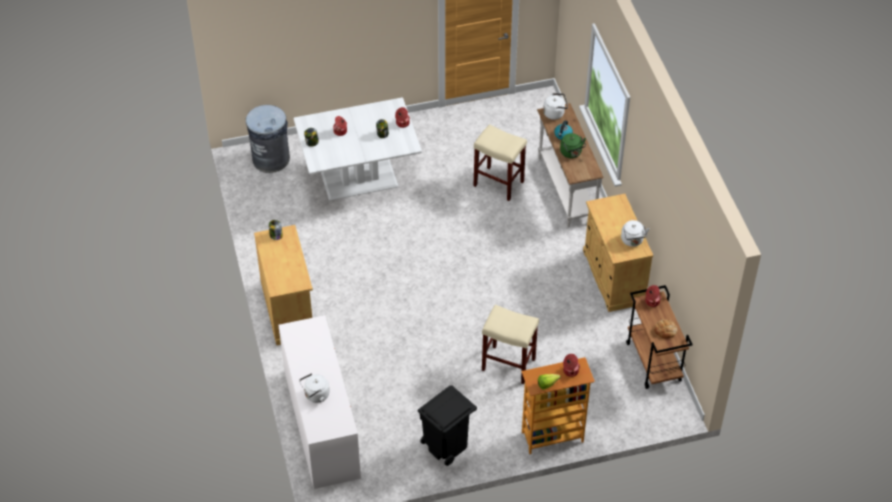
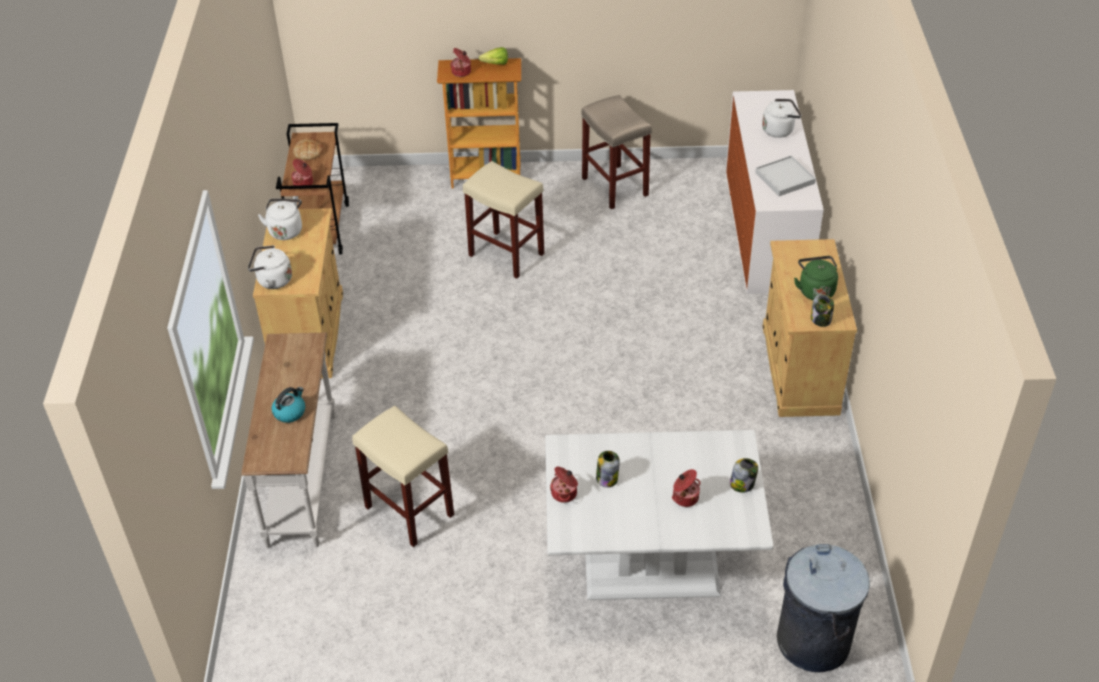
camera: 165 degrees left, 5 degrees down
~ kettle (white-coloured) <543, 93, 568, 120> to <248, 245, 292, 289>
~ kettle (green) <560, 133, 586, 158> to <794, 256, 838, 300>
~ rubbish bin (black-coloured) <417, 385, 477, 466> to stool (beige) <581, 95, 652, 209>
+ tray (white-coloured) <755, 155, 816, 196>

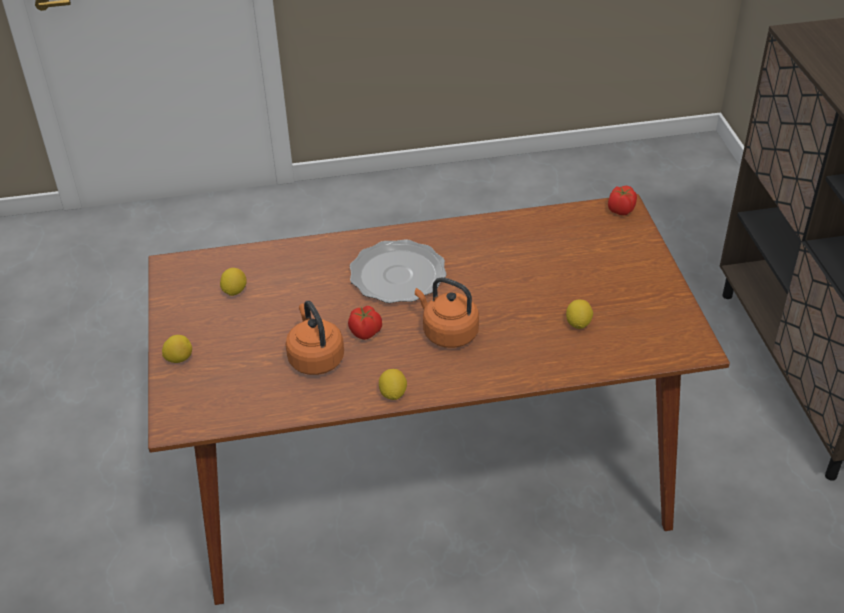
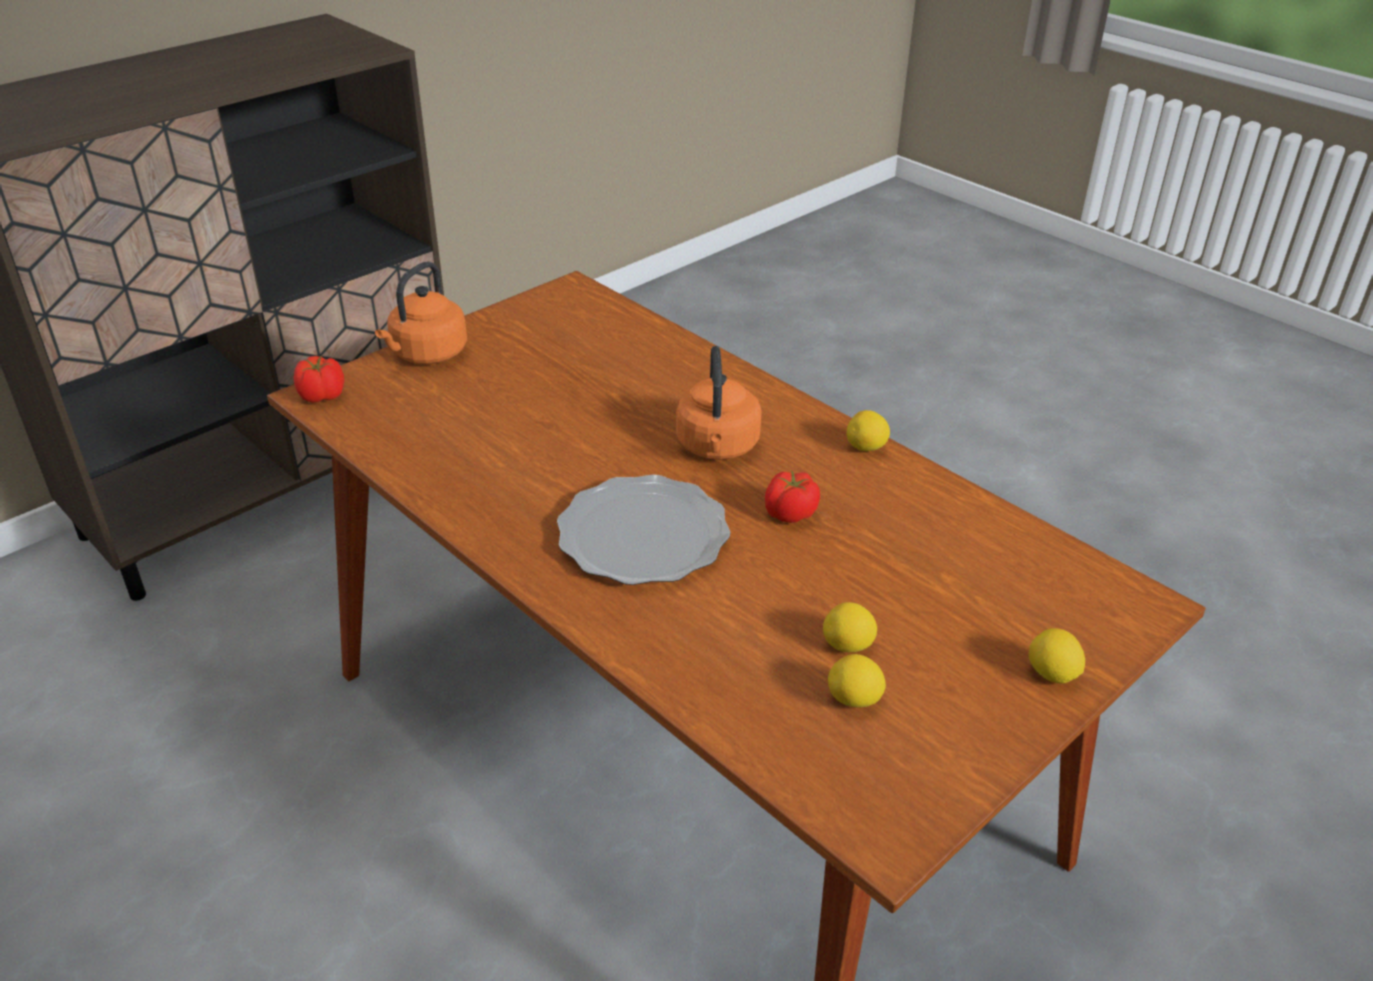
camera: 125 degrees left, 5 degrees down
~ whole lemon <566, 300, 593, 329> to <823, 602, 877, 652>
~ kettle (orangey) <286, 301, 344, 375> to <375, 261, 467, 364>

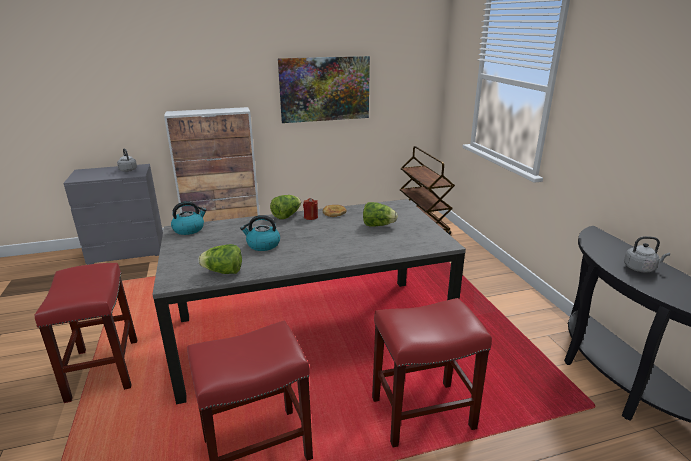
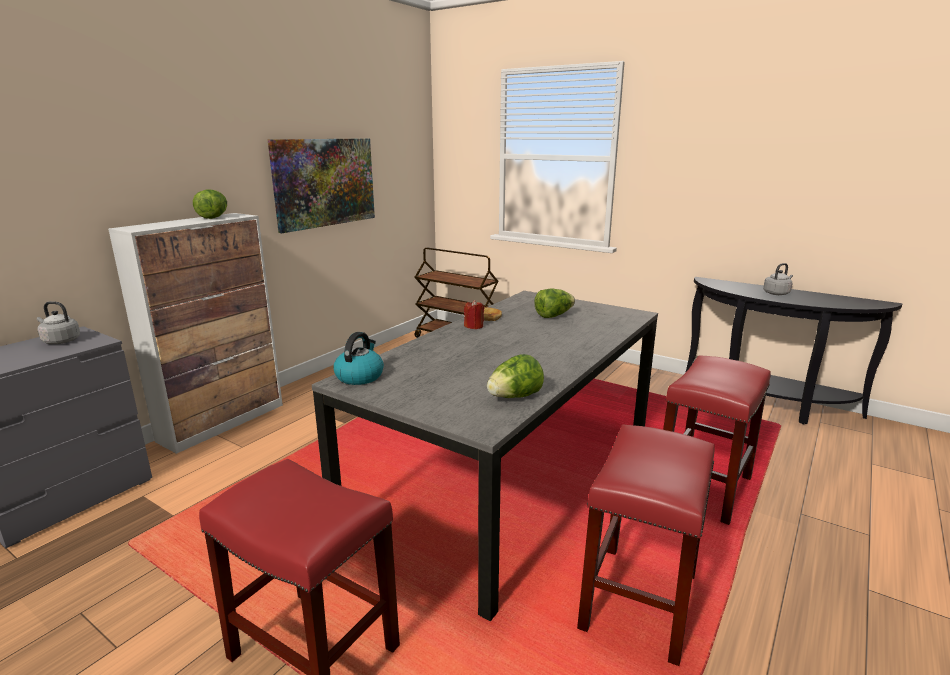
camera: 40 degrees left, 5 degrees down
~ lettuce head <270, 195, 301, 219> to <193, 189, 227, 219>
- kettle <240, 215, 280, 251>

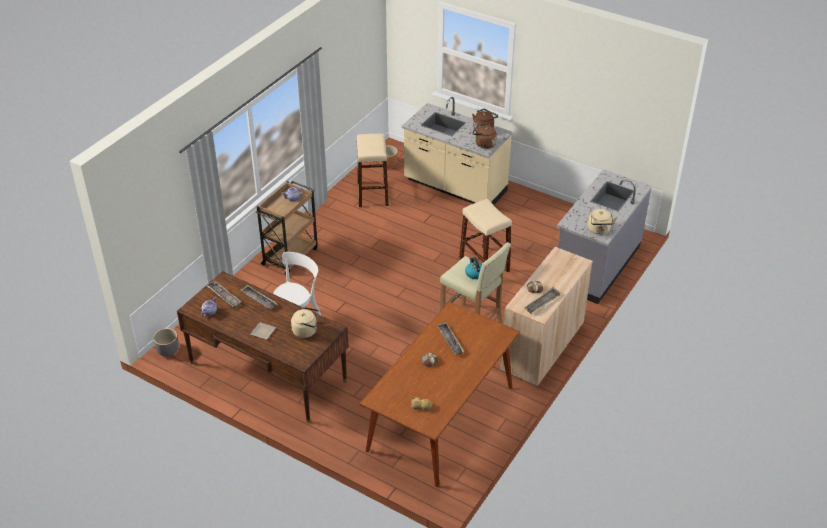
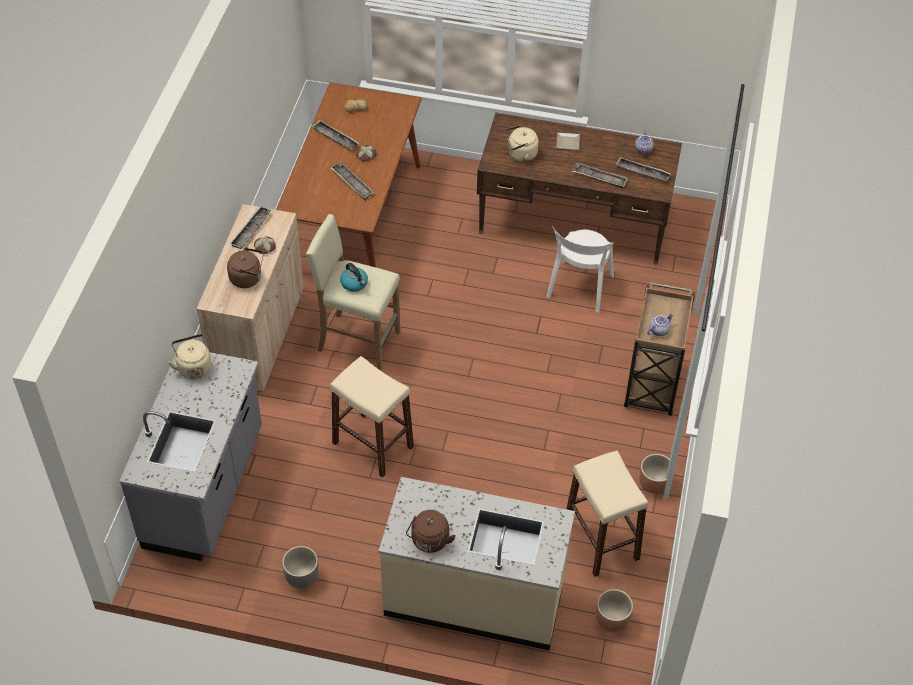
camera: 160 degrees right, 10 degrees up
~ kettle (brown) <472, 123, 497, 149> to <227, 247, 264, 288>
~ plant pot (grey) <153, 328, 179, 357> to <282, 546, 319, 588>
+ tray <312, 120, 359, 150>
+ plant pot (brown) <639, 454, 675, 494>

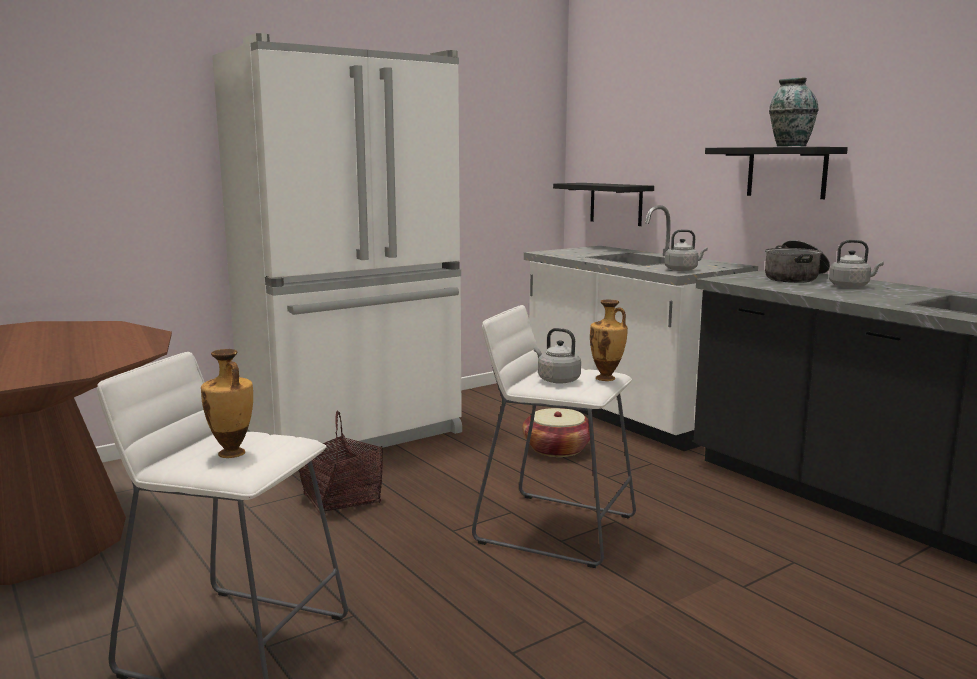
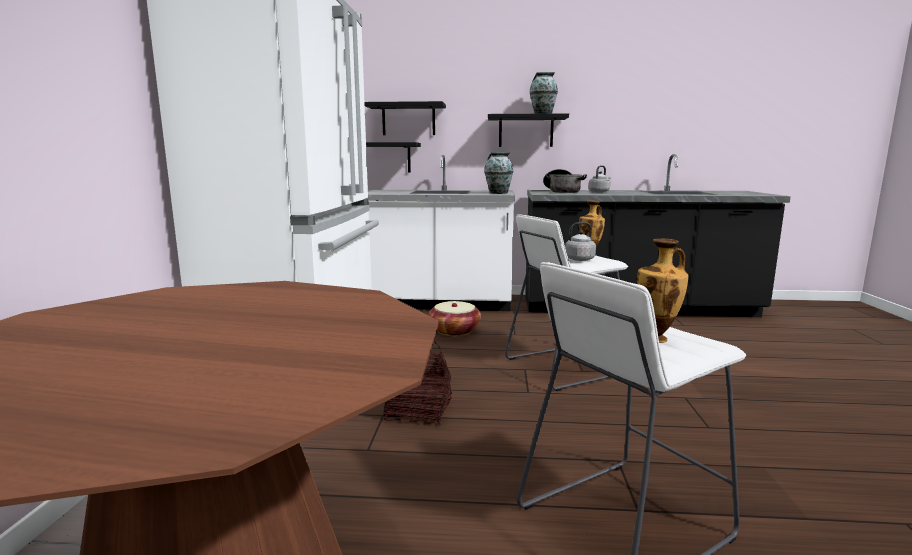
camera: 50 degrees left, 0 degrees up
~ kettle (grey) <665, 229, 708, 271> to decorative vase <484, 152, 513, 194>
+ bracket shelf (black-coloured) <364, 101, 446, 135>

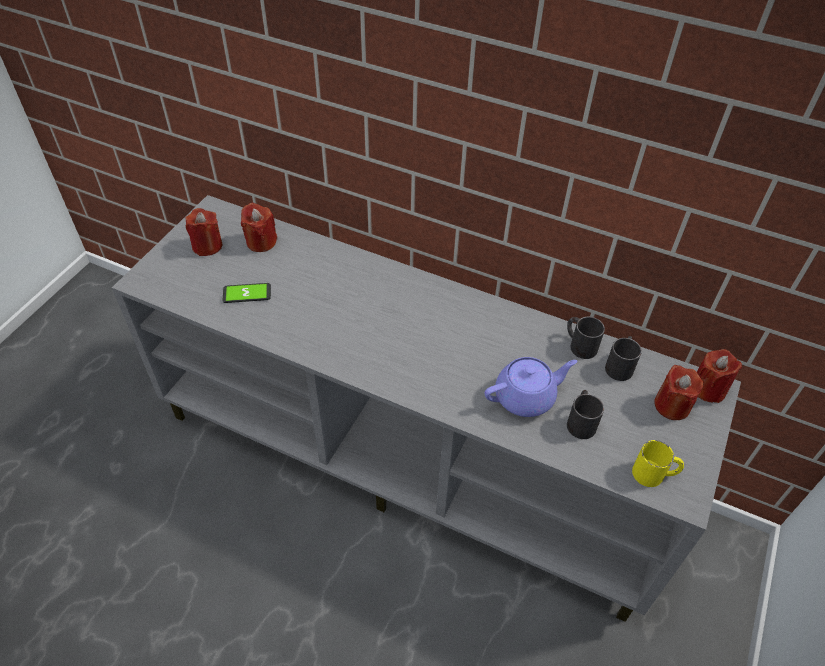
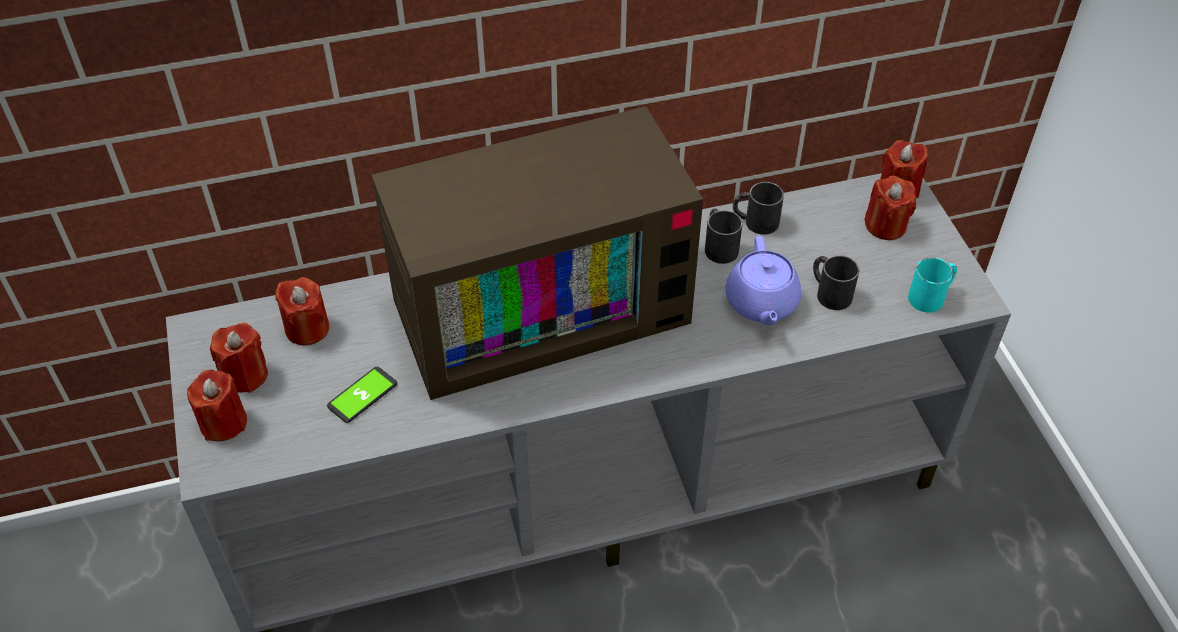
camera: 40 degrees left, 0 degrees up
~ coffee mug (black-coloured) <605, 336, 642, 381> to <705, 209, 743, 264>
~ teapot (purple-coloured) <485, 357, 578, 417> = <726, 236, 801, 325> 150 degrees clockwise
~ coffee mug (yellow) <632, 440, 684, 487> to coffee mug (turquoise) <908, 257, 957, 313>
+ TV set <372, 106, 703, 400>
+ candle (red) <187, 370, 247, 441>

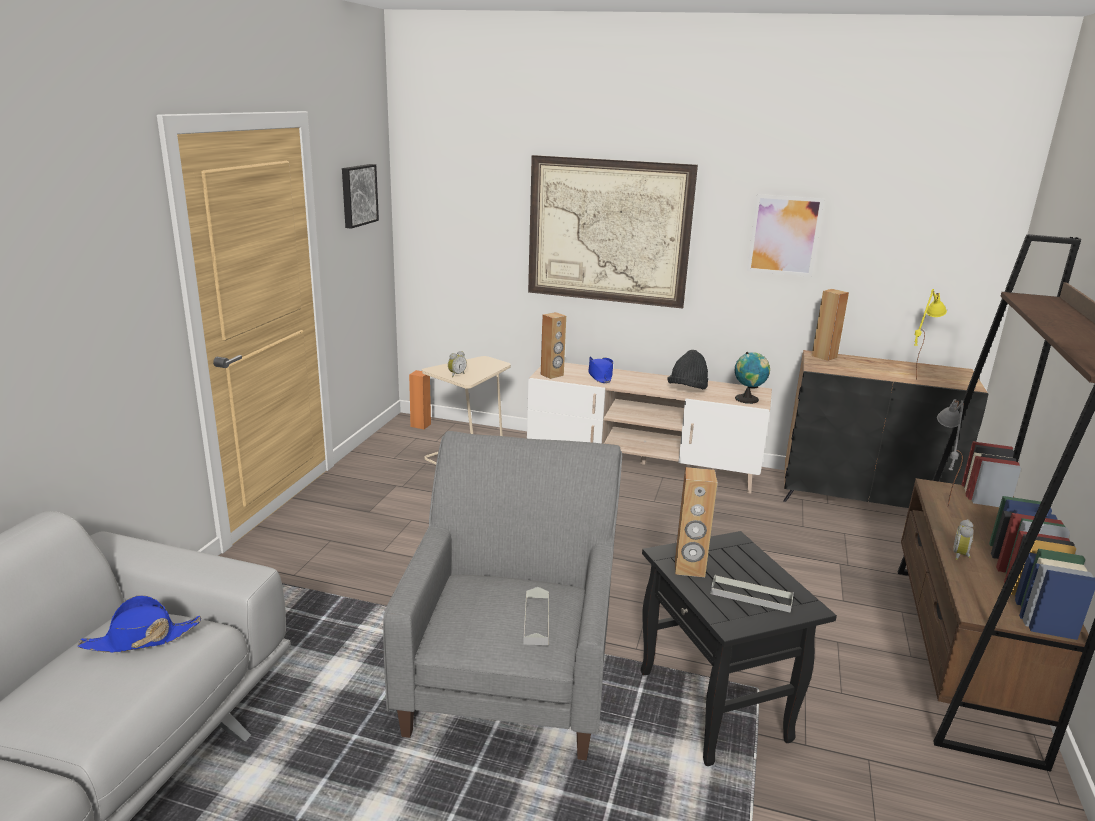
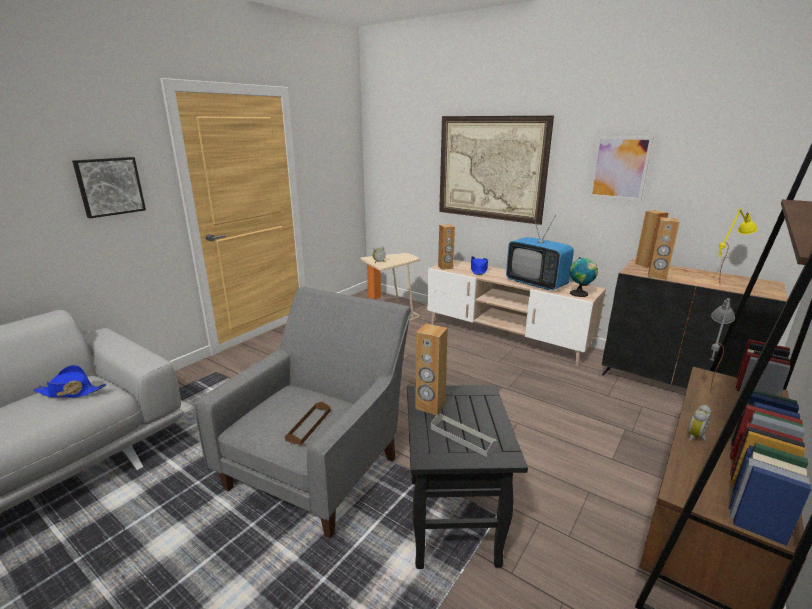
camera: 20 degrees right, 0 degrees up
~ picture <342, 164, 379, 229> to <72, 157, 146, 218>
~ clothing hat (black-coloured) <667, 350, 708, 389> to TV set <506, 214, 574, 290>
~ tray (grey) <523, 587, 549, 645> to tray (brown) <285, 402, 331, 445>
+ loudspeaker (brown) <648, 217, 680, 280>

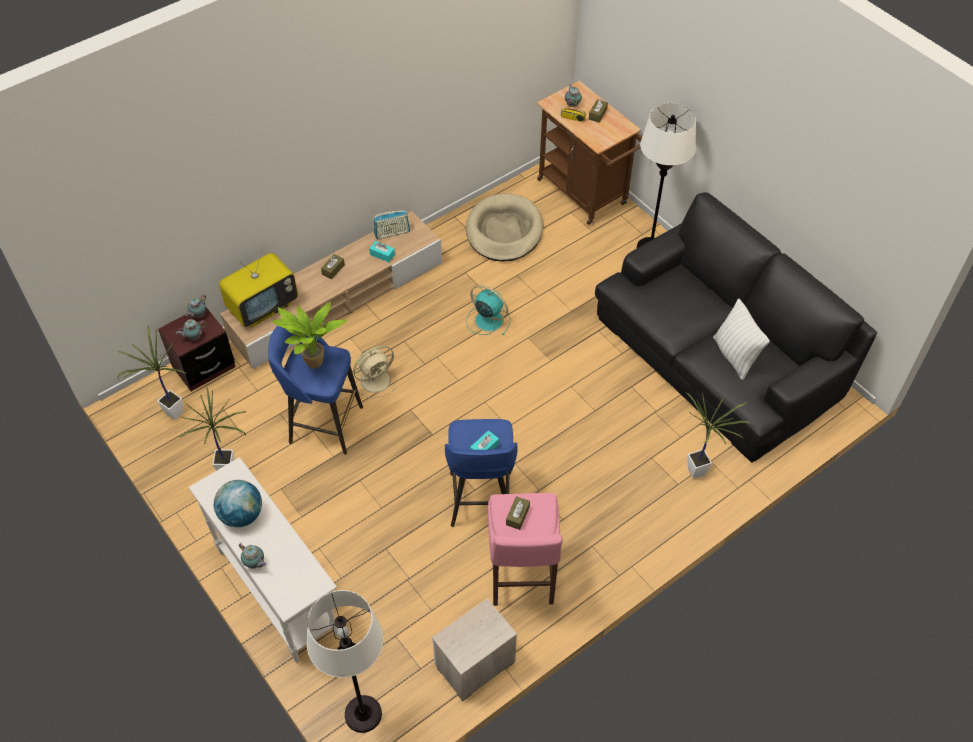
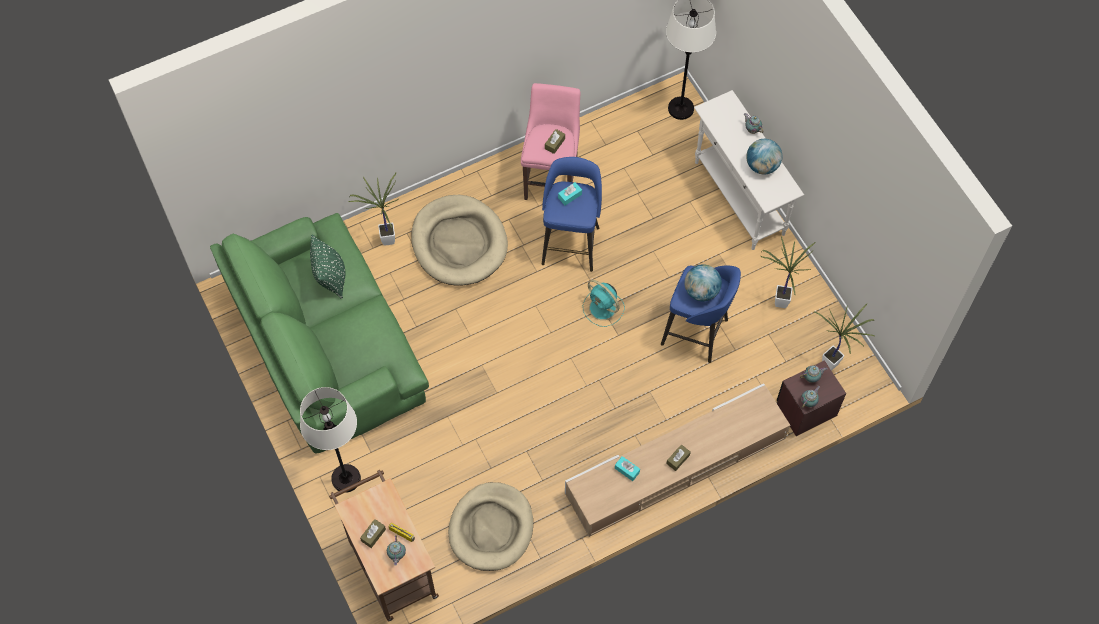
camera: 170 degrees left, 10 degrees up
~ settee (black-coloured) <595, 192, 877, 463> to settee (green) <210, 213, 429, 454>
- radio set <373, 210, 410, 239>
- TV set <219, 250, 298, 327>
~ fan (turquoise) <467, 285, 511, 335> to <583, 280, 625, 327>
~ cushion (white-coloured) <713, 299, 770, 380> to cushion (green) <310, 235, 345, 299>
~ plant in a pot <272, 302, 347, 369> to desk globe <684, 264, 722, 301>
- fan (beige) <353, 345, 399, 398>
- nightstand <432, 598, 517, 701>
+ pet bed (beige) <411, 195, 508, 285>

